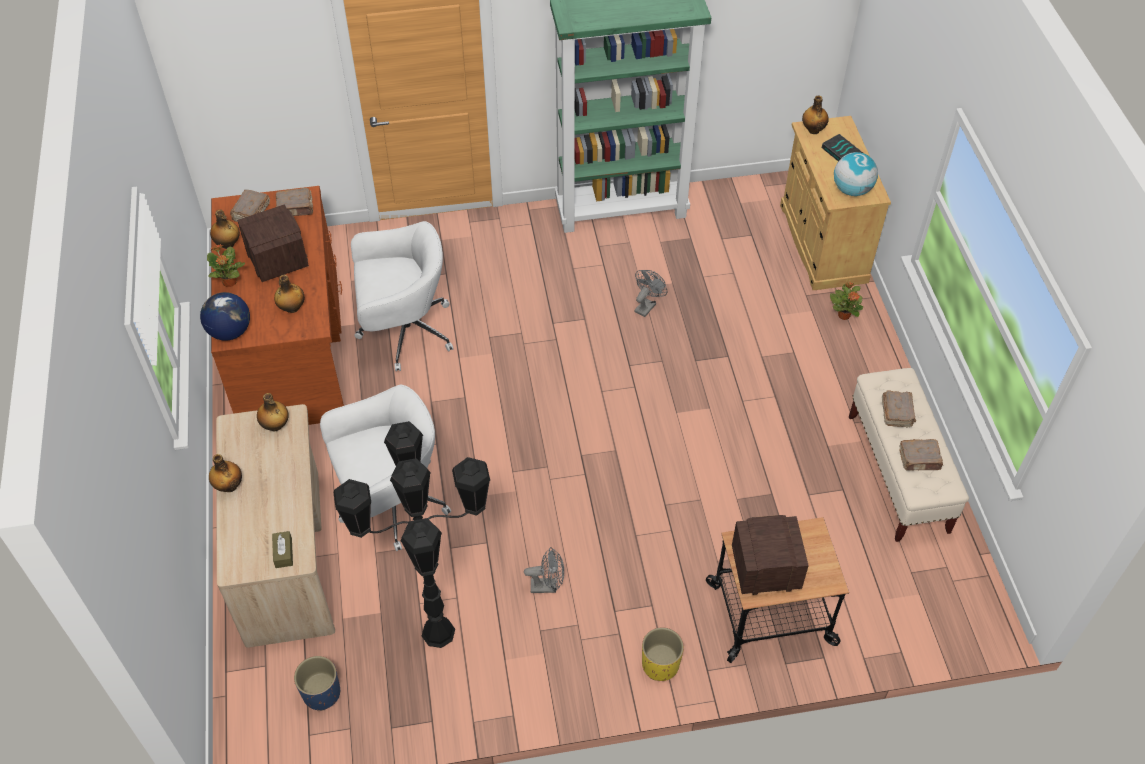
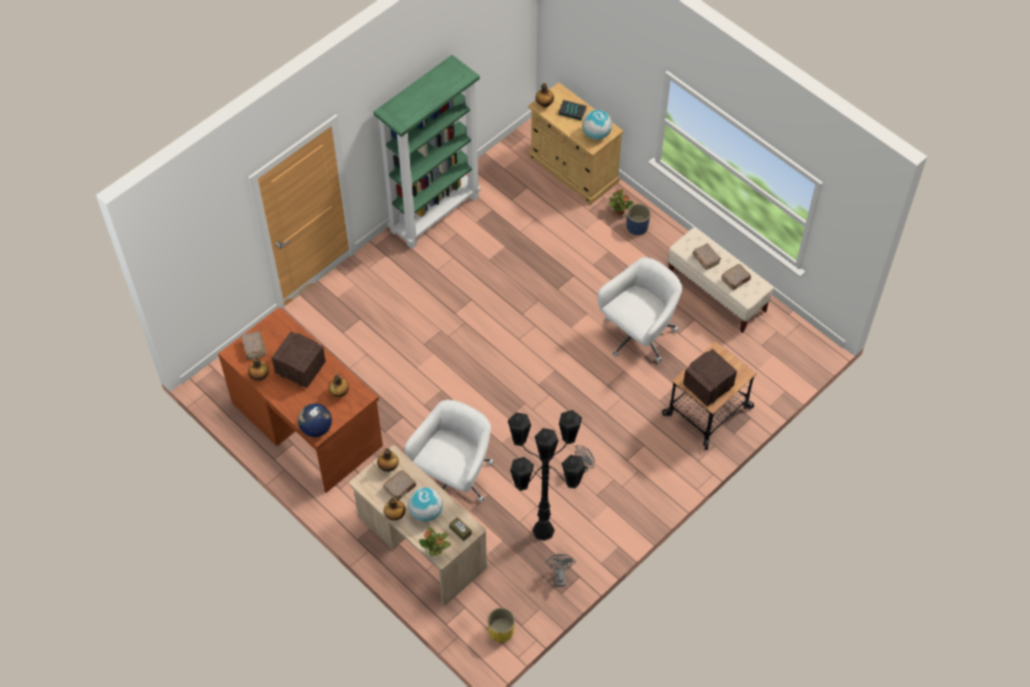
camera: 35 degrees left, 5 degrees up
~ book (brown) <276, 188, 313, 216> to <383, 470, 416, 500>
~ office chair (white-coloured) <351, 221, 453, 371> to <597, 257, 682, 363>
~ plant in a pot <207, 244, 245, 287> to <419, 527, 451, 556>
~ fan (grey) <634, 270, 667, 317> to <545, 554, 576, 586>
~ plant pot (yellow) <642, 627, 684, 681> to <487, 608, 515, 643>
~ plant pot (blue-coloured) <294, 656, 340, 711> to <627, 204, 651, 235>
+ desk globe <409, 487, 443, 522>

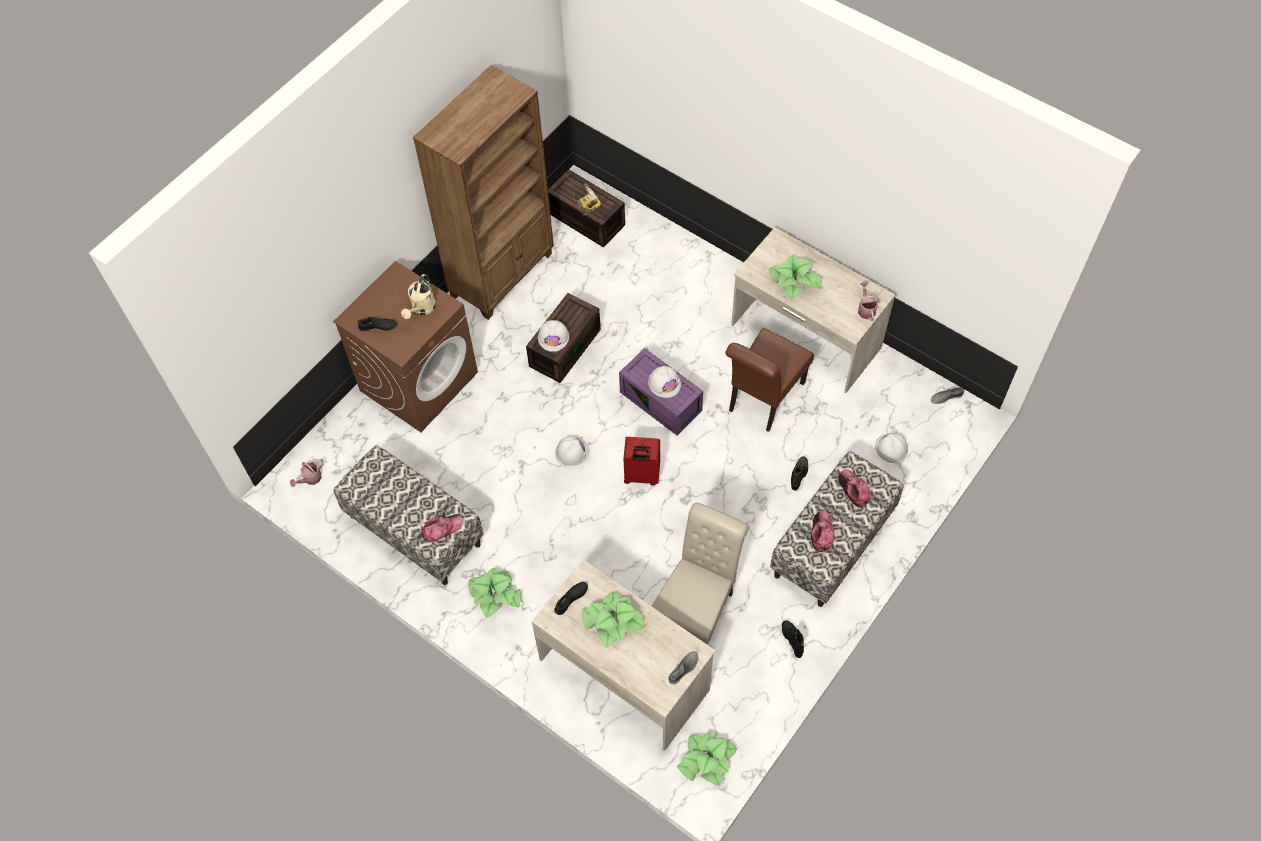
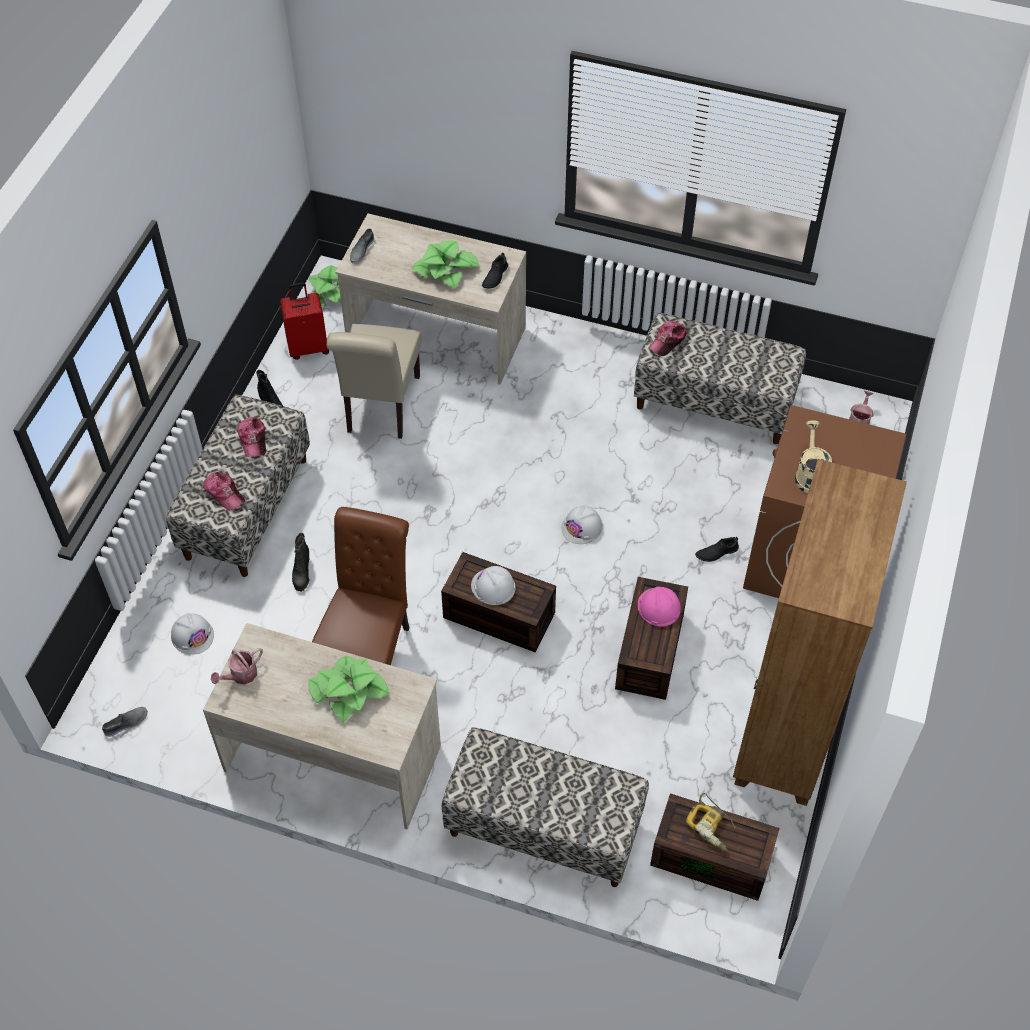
camera: 160 degrees right, 5 degrees down
~ sprinkling can <858, 282, 879, 321> = <211, 648, 263, 685> 75 degrees clockwise
~ low shoe (black-coloured) <358, 317, 397, 331> to <695, 536, 739, 562>
~ safety helmet (white-coloured) <538, 320, 569, 352> to safety helmet (pink-coloured) <637, 587, 681, 627>
~ storage box (purple-coloured) <619, 348, 703, 436> to storage box (brown) <441, 552, 556, 653>
~ piece of luggage (red) <624, 437, 660, 485> to <280, 282, 329, 360>
- plant in a pot <468, 568, 521, 618>
+ long seat <442, 727, 649, 887>

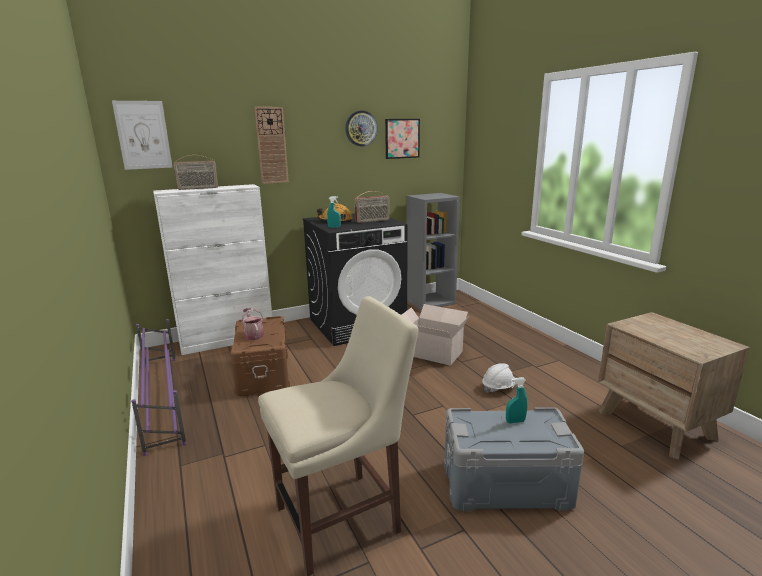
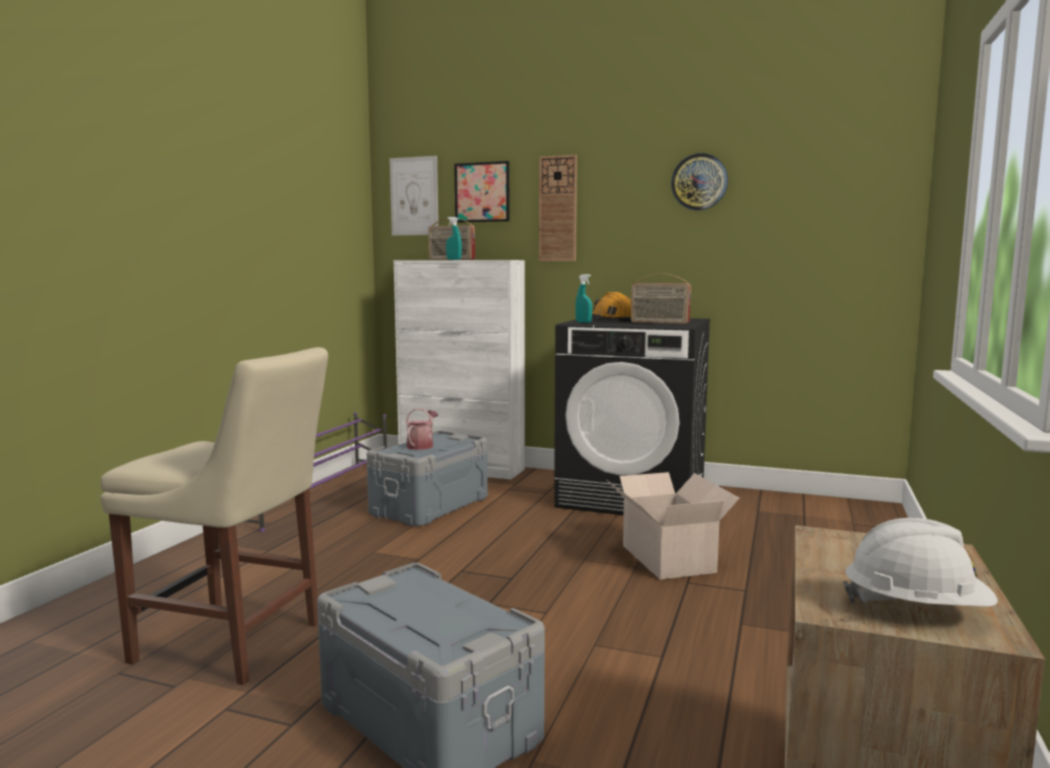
camera: 45 degrees right, 10 degrees down
~ picture <385, 119, 420, 159> to <454, 161, 509, 223>
- bookcase (grey) <407, 193, 460, 310>
~ storage box (brown) <230, 316, 290, 396> to storage box (grey) <367, 431, 488, 526>
~ safety helmet (white-coloured) <482, 363, 515, 393> to <843, 518, 998, 607>
~ spray bottle (turquoise) <506, 377, 528, 424> to <446, 217, 462, 260>

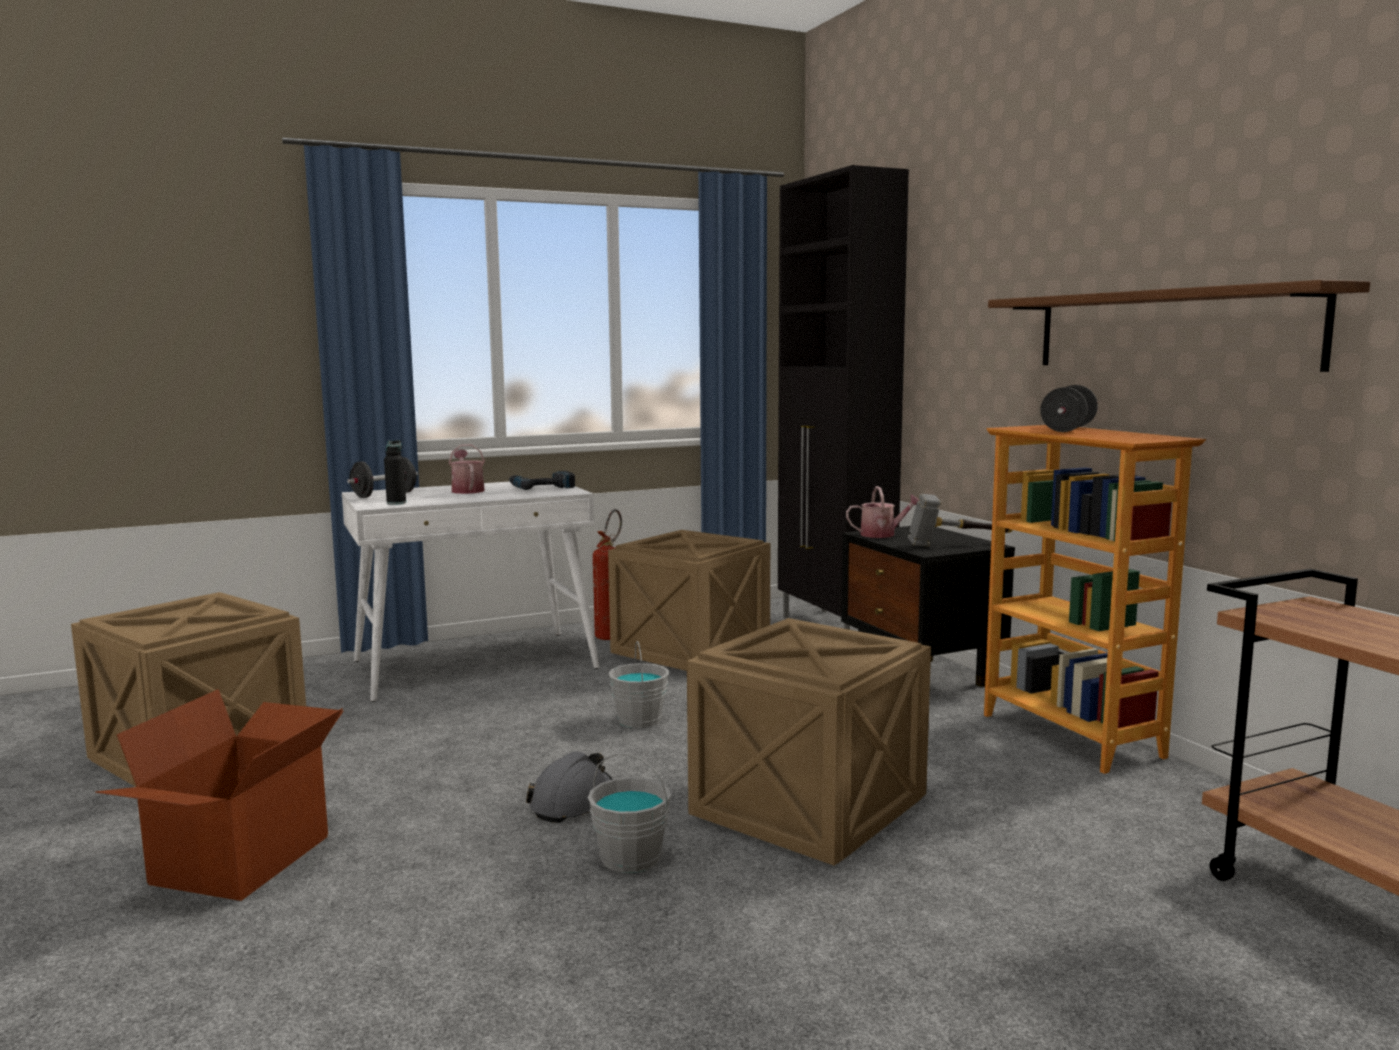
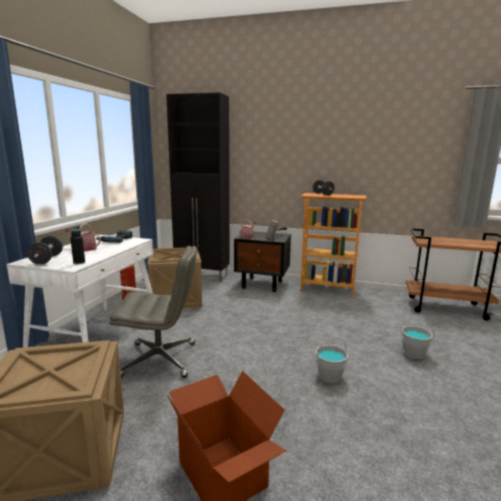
camera: 50 degrees left, 5 degrees up
- bracket shelf <988, 280, 1370, 372>
- shipping crate <687, 618, 931, 866>
~ pail (grey) <608, 641, 669, 728> to <401, 318, 434, 359>
- safety helmet (grey) <526, 751, 613, 823>
+ office chair (grey) <109, 246, 197, 378>

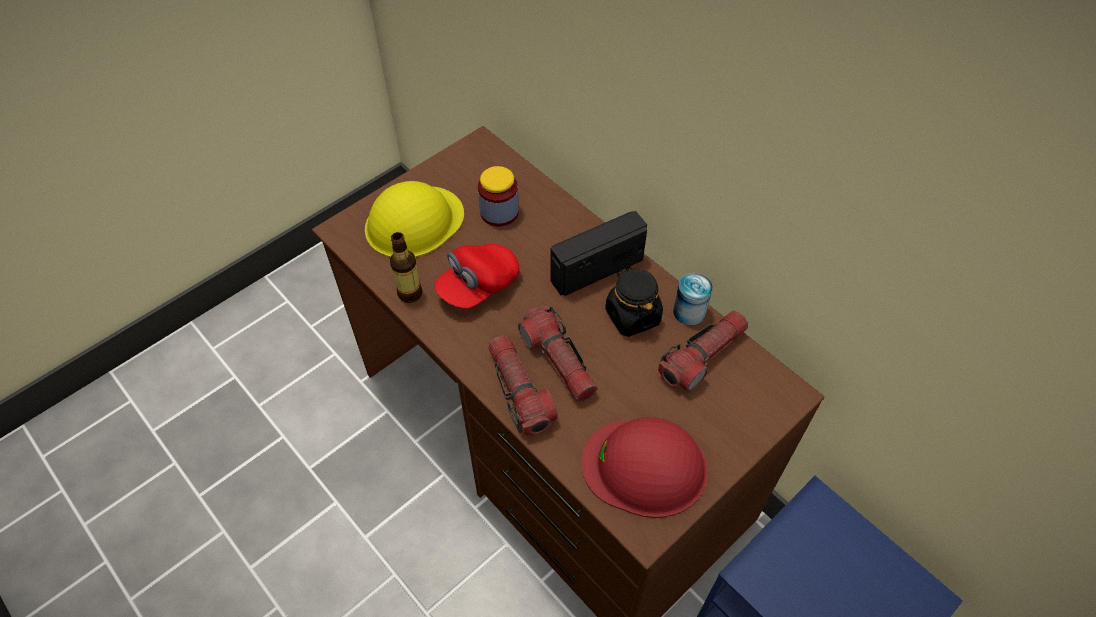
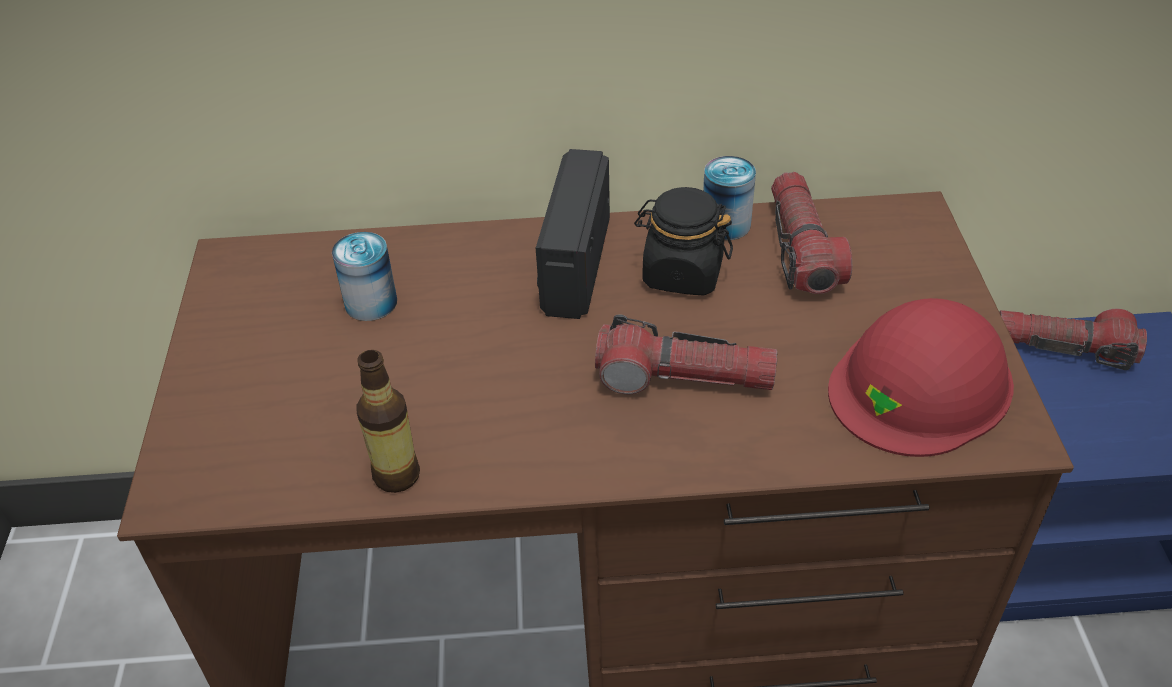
camera: 50 degrees left, 10 degrees down
~ storage jar <478, 166, 519, 226> to sealed can <332, 232, 397, 321>
- safety helmet (yellow) <365, 181, 464, 257>
- baseball cap (red) <434, 244, 519, 309>
~ flashlight <488, 335, 558, 435> to <999, 309, 1147, 370>

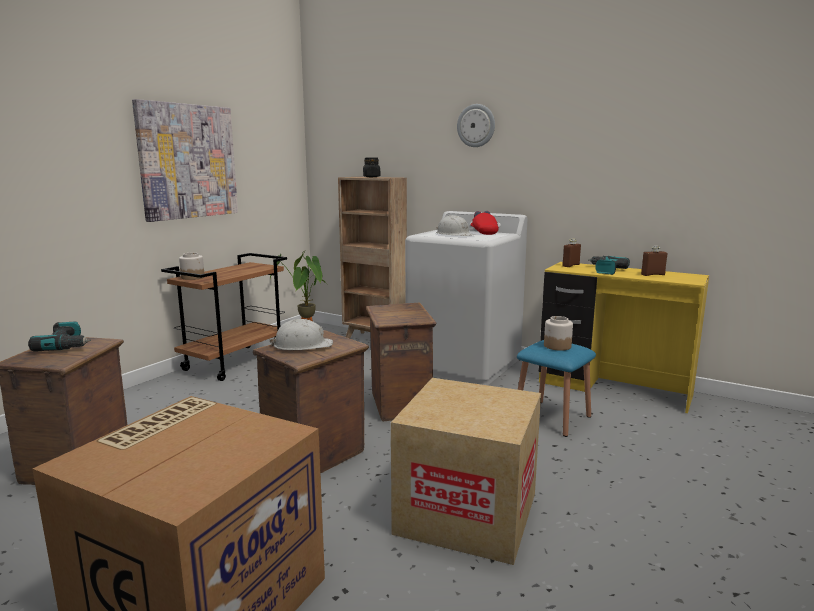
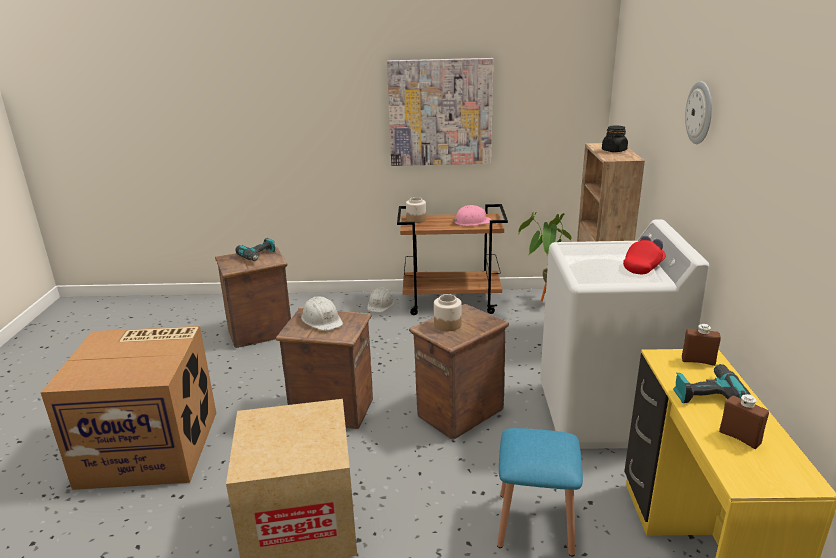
camera: 60 degrees right, 10 degrees up
~ safety helmet (white-coloured) <436, 215, 475, 236> to <367, 288, 394, 313>
~ storage jar <544, 316, 573, 351> to <434, 294, 462, 331>
+ safety helmet (pink-coloured) <452, 205, 491, 226>

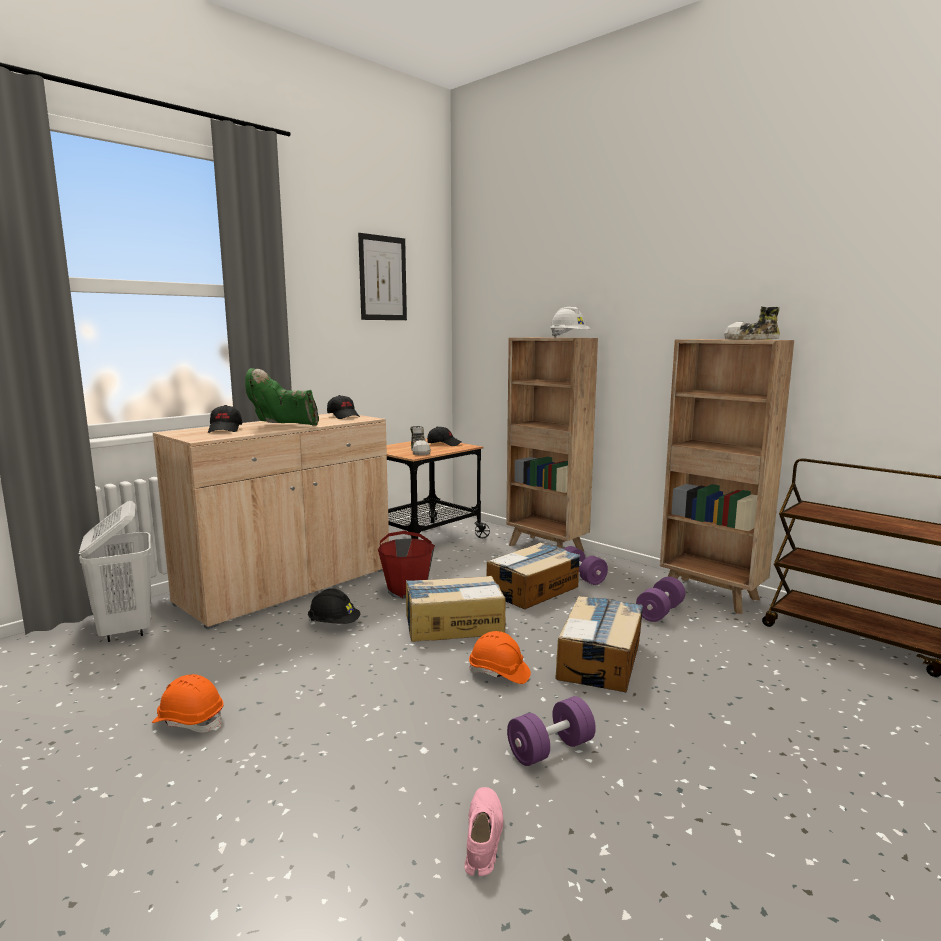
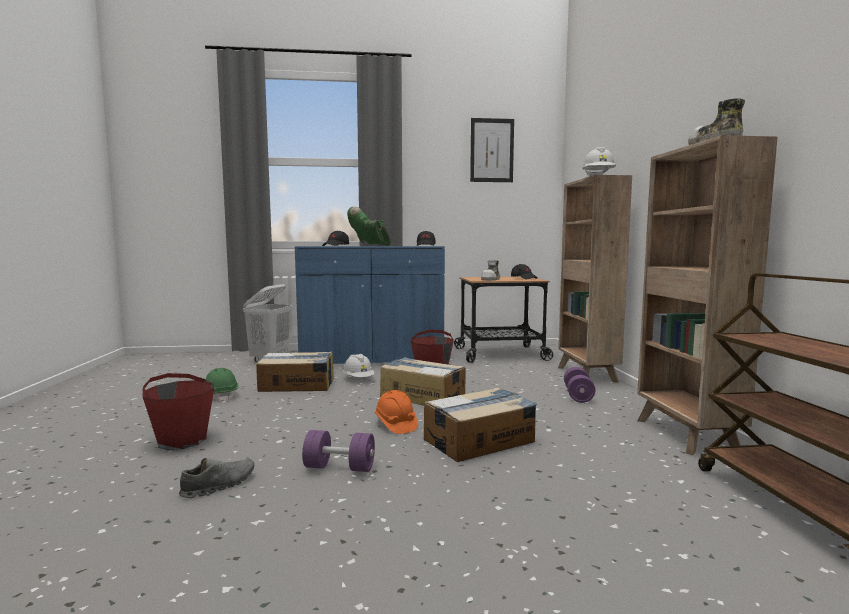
camera: 40 degrees right, 5 degrees down
~ storage cabinet (beige) <153, 413, 389, 629> to storage cabinet (blue-coloured) <295, 246, 445, 364>
~ packing box <486, 542, 580, 609> to <256, 351, 334, 392>
- hand weight (purple-coloured) <636, 577, 685, 622>
~ safety helmet (black-coloured) <308, 588, 361, 624> to safety helmet (white-coloured) <343, 354, 375, 377>
~ safety helmet (orangey) <152, 674, 224, 732> to safety helmet (green) <206, 368, 238, 402>
~ low shoe (pink-coloured) <465, 787, 504, 876> to low shoe (grey) <179, 458, 254, 498>
+ pail (red) <142, 373, 214, 450>

